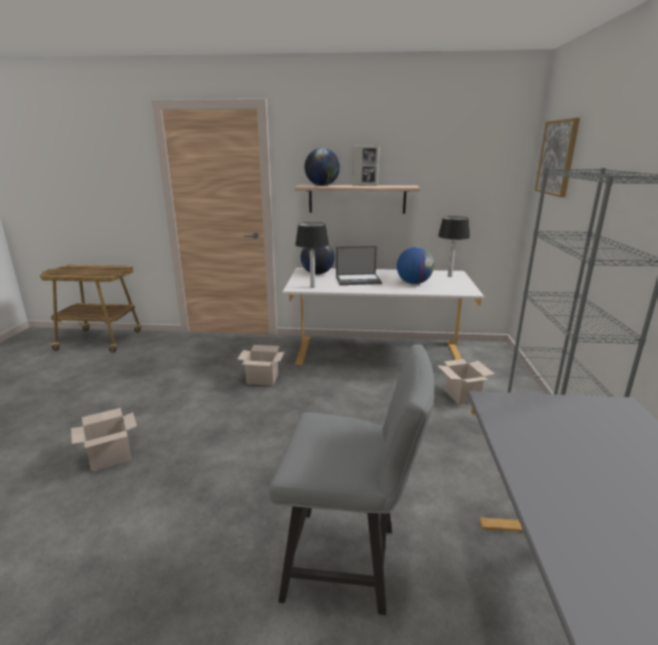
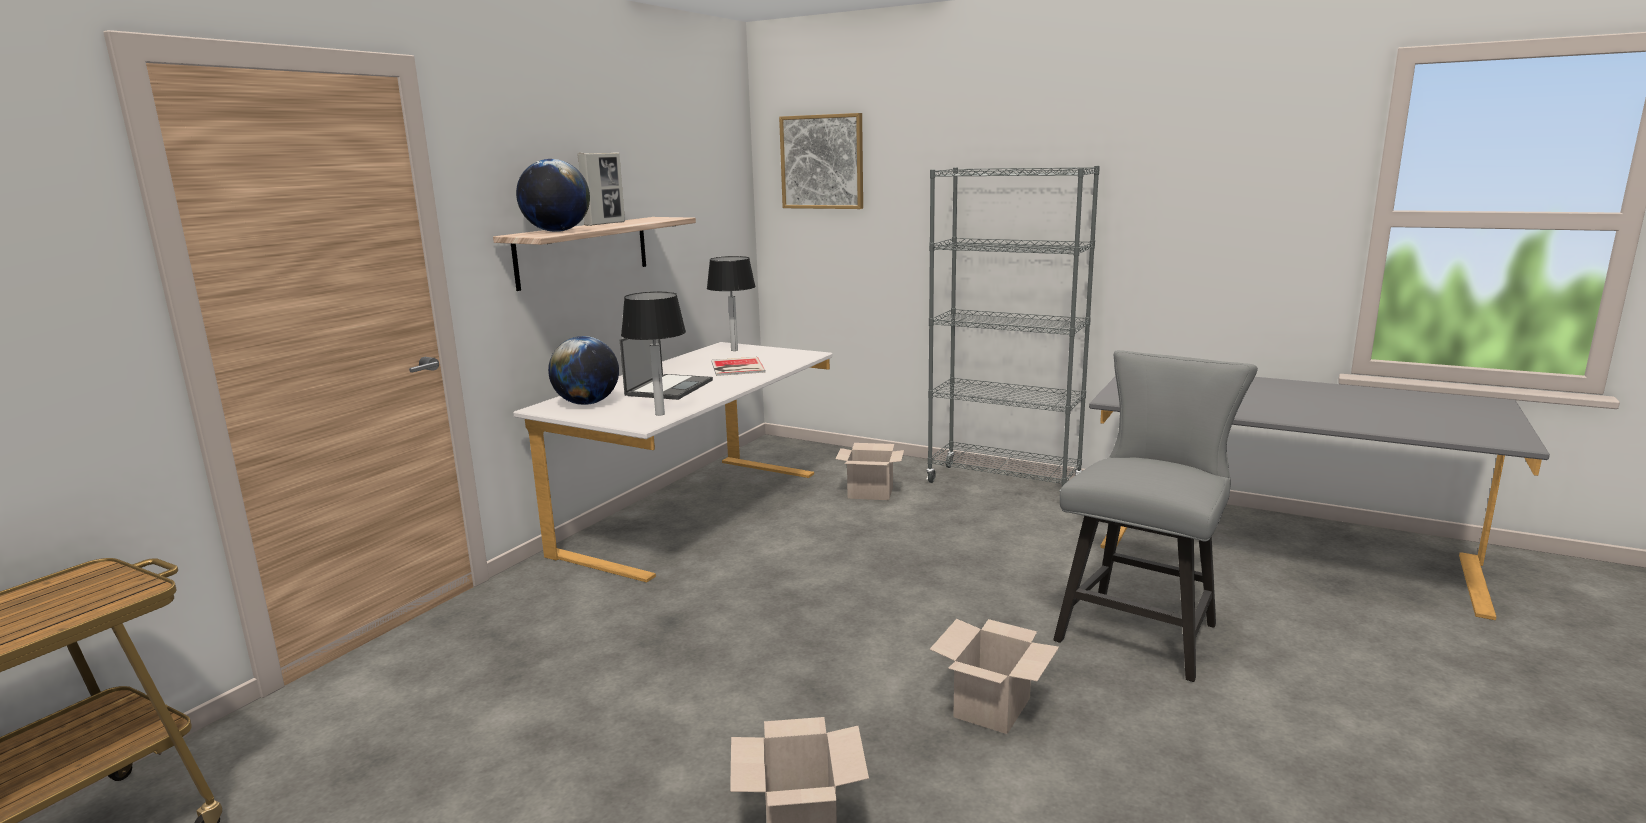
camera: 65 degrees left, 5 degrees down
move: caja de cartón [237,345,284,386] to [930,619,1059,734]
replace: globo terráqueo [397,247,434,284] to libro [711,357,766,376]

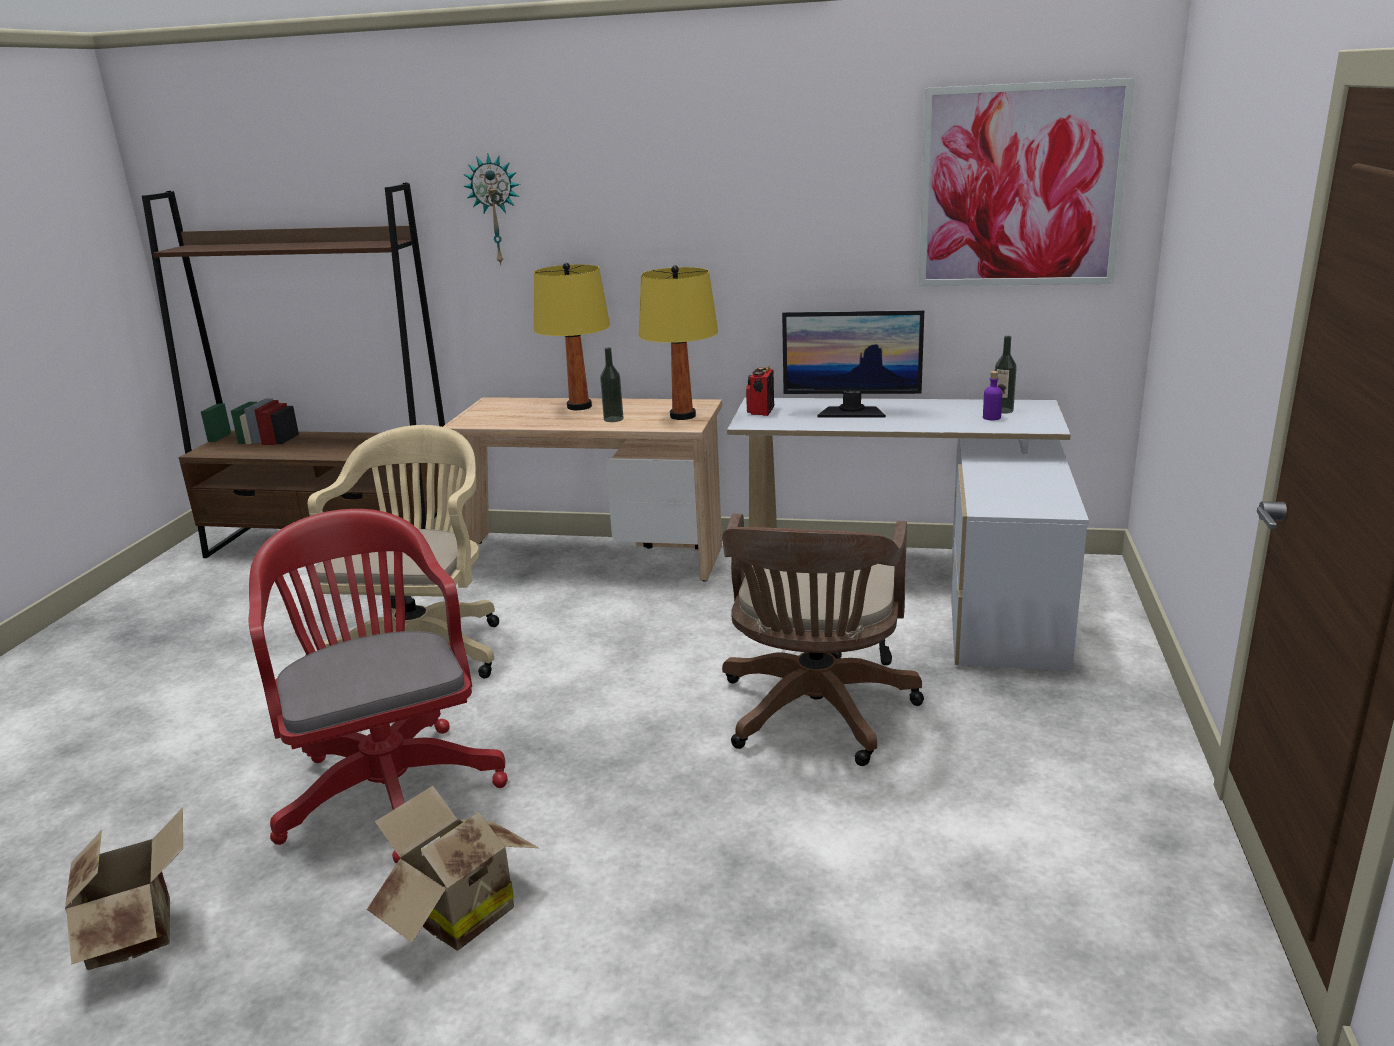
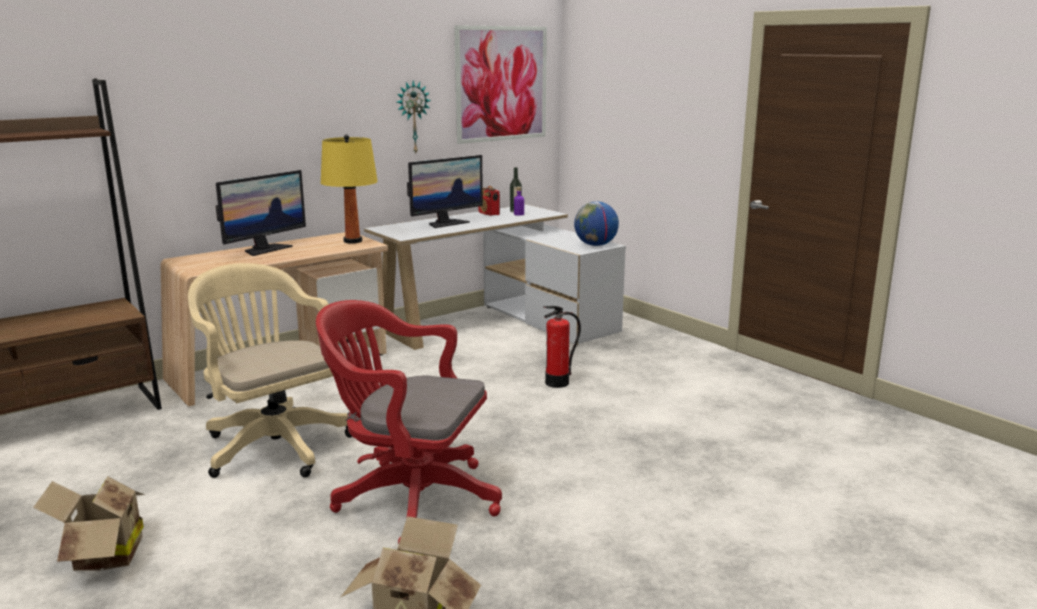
camera: 50 degrees left, 5 degrees down
delete: botella [600,347,623,422]
insert: globo terráqueo [574,201,619,246]
move: caja de cartón [367,785,539,951] to [33,476,145,571]; reloj de pared [463,154,520,266] to [397,80,431,153]; radio [746,366,774,416] to [478,186,500,216]
replace: lámpara de mesa/amarillo [534,263,610,410] to monitor [216,170,306,256]; silla de oficina/marrón [722,513,924,766] to extintor [543,306,581,388]

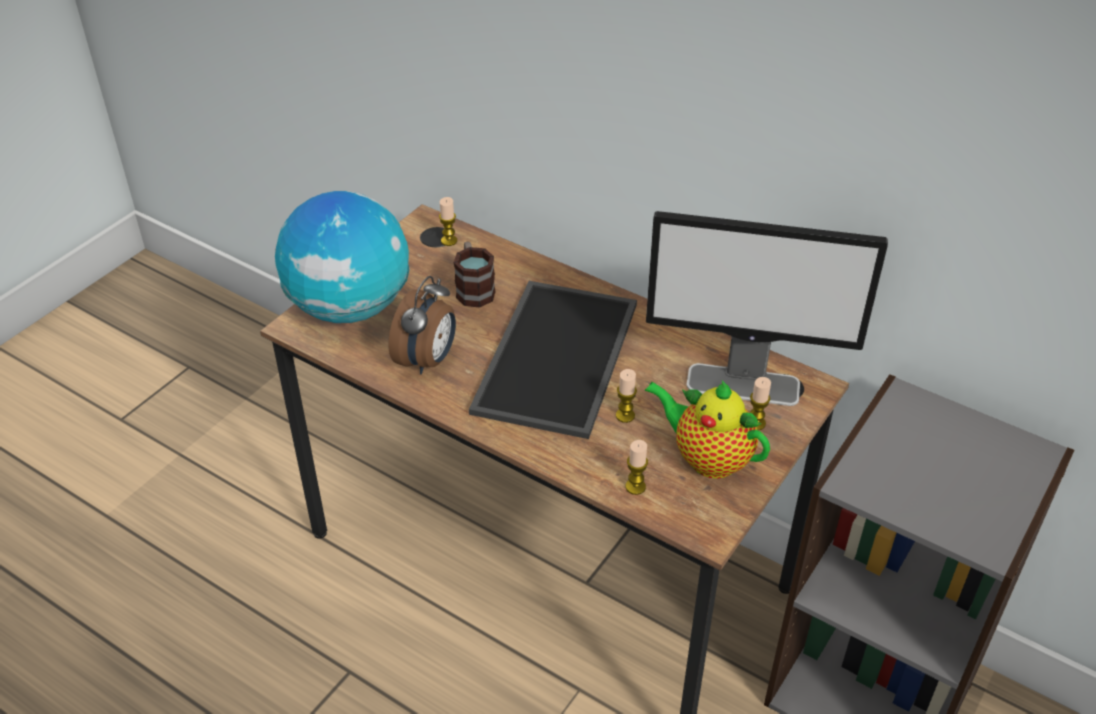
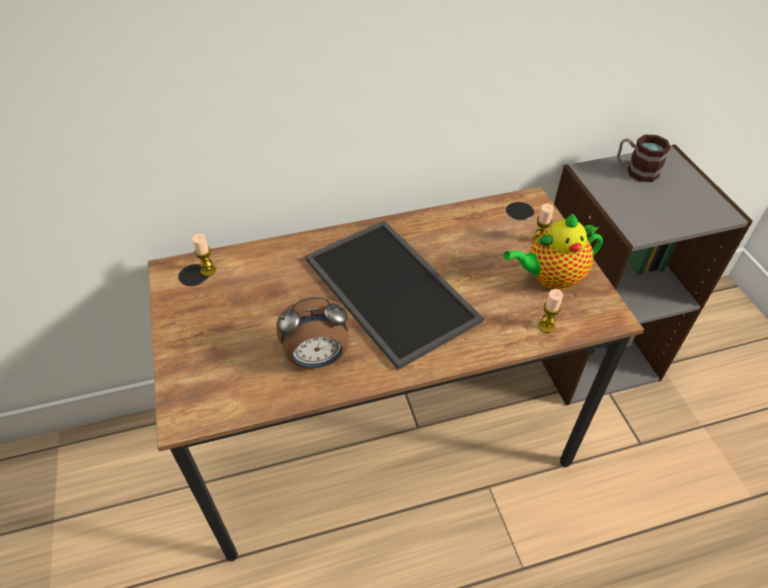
camera: 50 degrees left, 5 degrees up
delete: globo terráqueo [275,191,409,323]; vela [616,369,637,423]; monitor [646,211,888,406]
move: taza grande [454,241,496,307] to [617,135,671,182]
rotate: despertador [388,276,456,374] = [276,297,349,368] 105 degrees clockwise

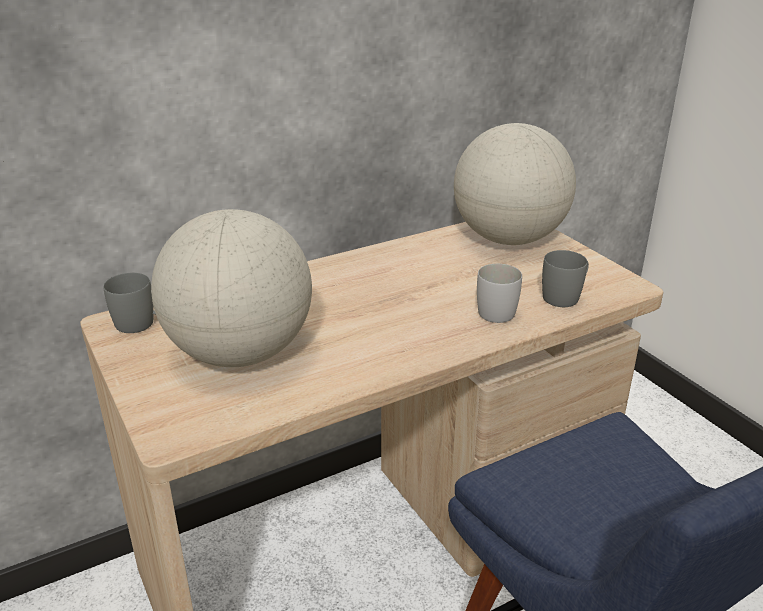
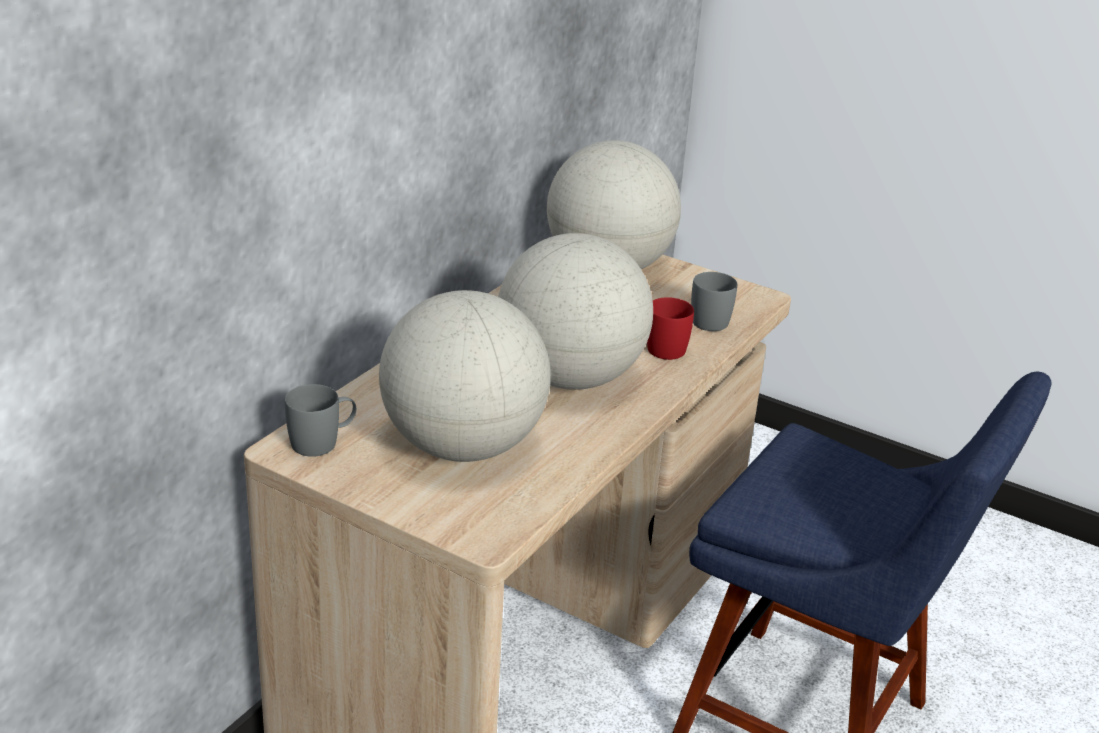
camera: 30 degrees left, 0 degrees up
insert: globo terráqueo [498,233,653,390]
recolor: taza grande/blanco [477,264,522,323] to taza grande/rojo [647,297,694,360]

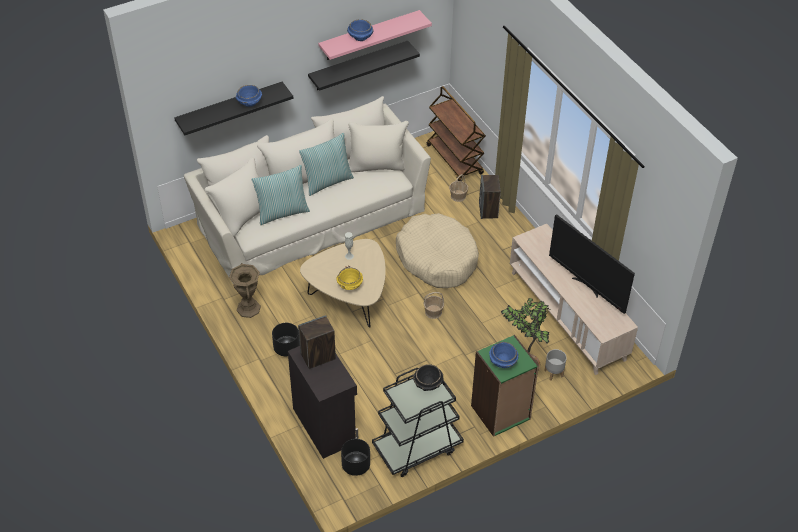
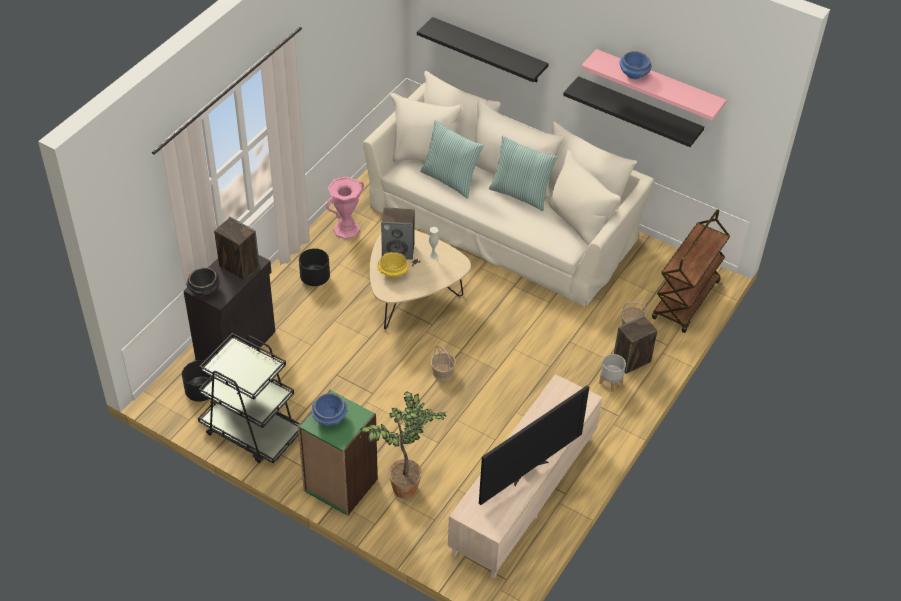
camera: 60 degrees right, 0 degrees up
delete: cuenco/azul [236,85,262,107]; cama para perro/beis [396,213,479,288]
insert: altavoz [381,207,415,259]
move: cuenco/negro [413,364,444,391] to [187,267,221,296]; maceta/gris [544,349,567,381] to [599,354,626,392]
recolor: florero/marrón [229,263,261,318] to florero/rosa [326,176,364,239]
rotate: televisor [549,214,635,314] = [479,385,589,505] 150 degrees counterclockwise

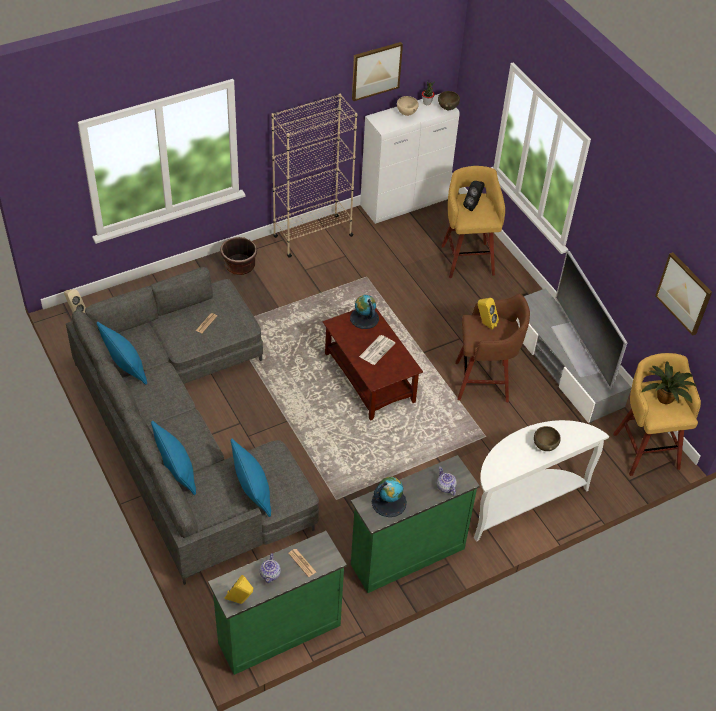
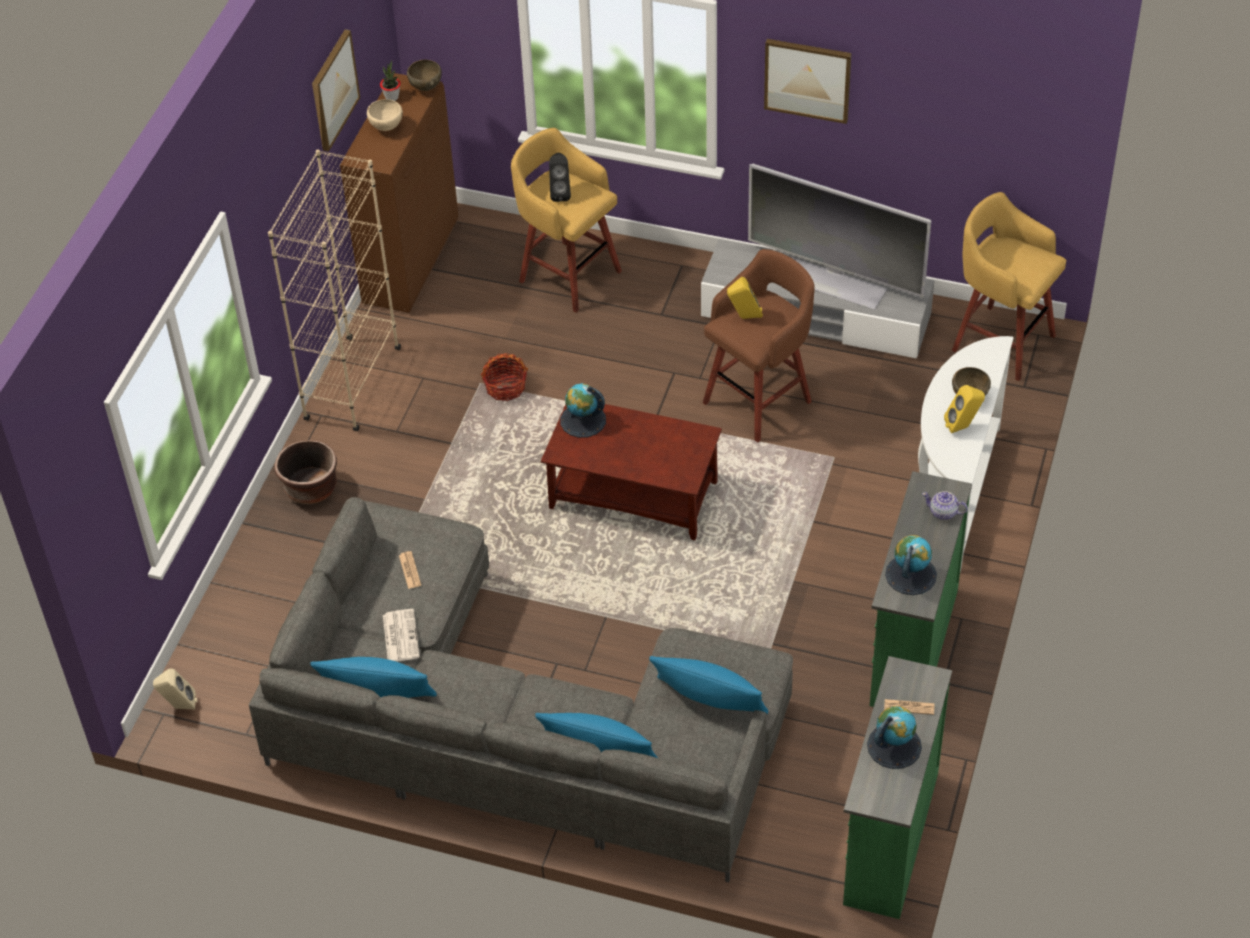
camera: 40 degrees left, 0 degrees up
delete: planta en maceta [642,361,696,404]
insert: cesta [481,353,528,401]
move: altavoz/amarillo [225,575,253,604] to [944,385,985,433]; periódico [359,335,395,365] to [383,609,420,662]; cuadro [655,252,712,336] to [764,39,852,124]
replace: tetera [260,553,281,583] to globo terráqueo [867,706,922,769]
recolor: armario/blanco [360,94,459,224] to armario/marrón [340,73,458,313]

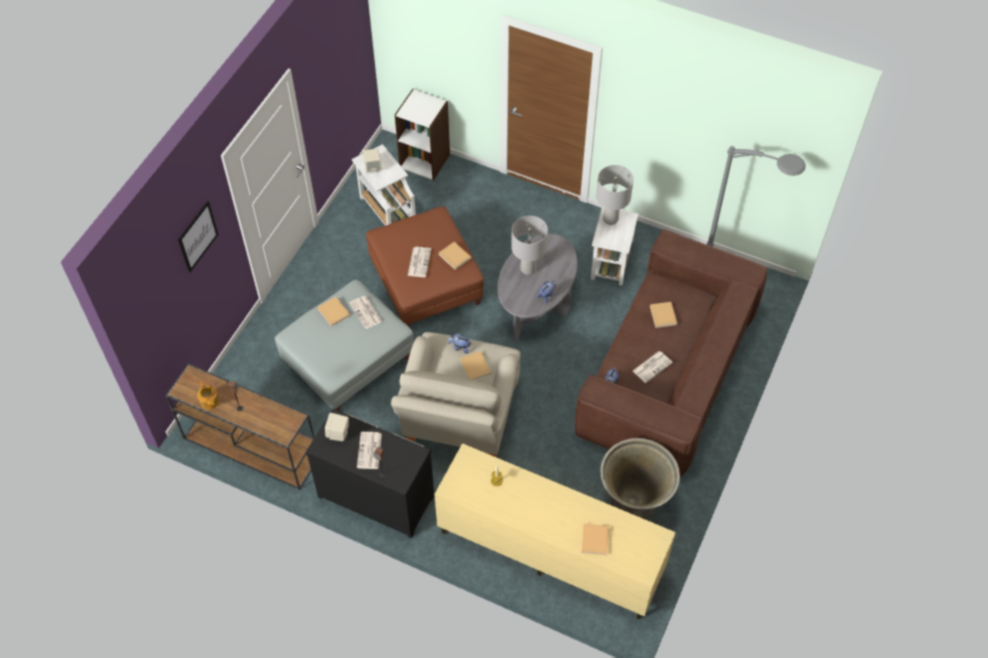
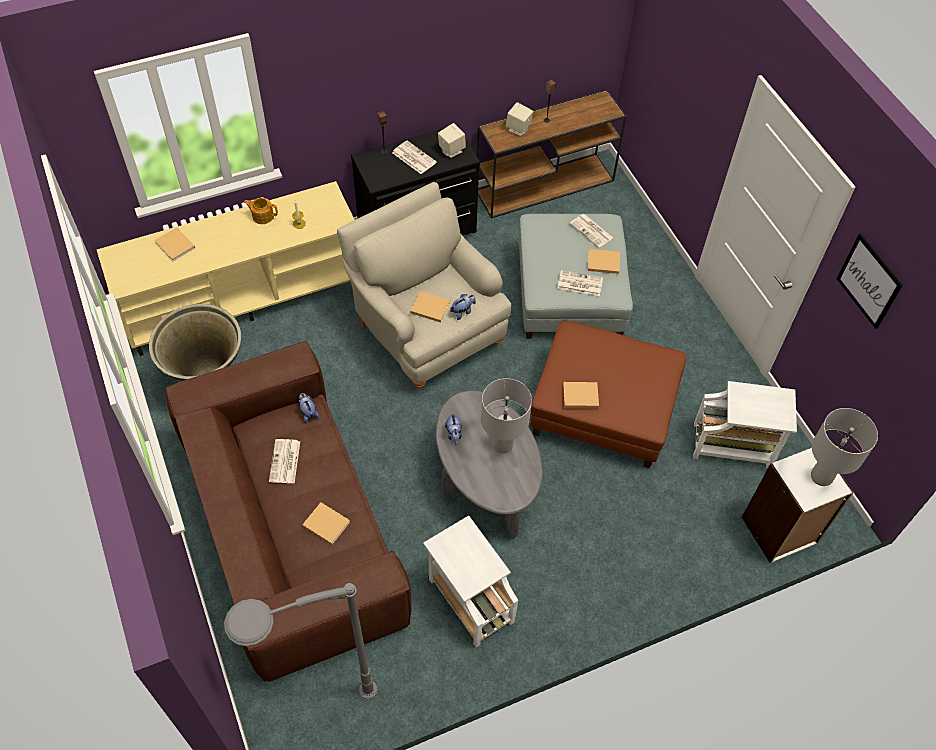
camera: 130 degrees right, 0 degrees up
move: cuadro [178,201,218,272] to [837,234,903,329]; tetera [197,381,220,409] to [244,198,278,224]; altavoz/beis [363,148,382,174] to [506,102,533,136]; periódico [408,247,431,277] to [570,214,613,248]; lámpara de mesa/gris [596,165,634,225] to [811,408,878,486]

